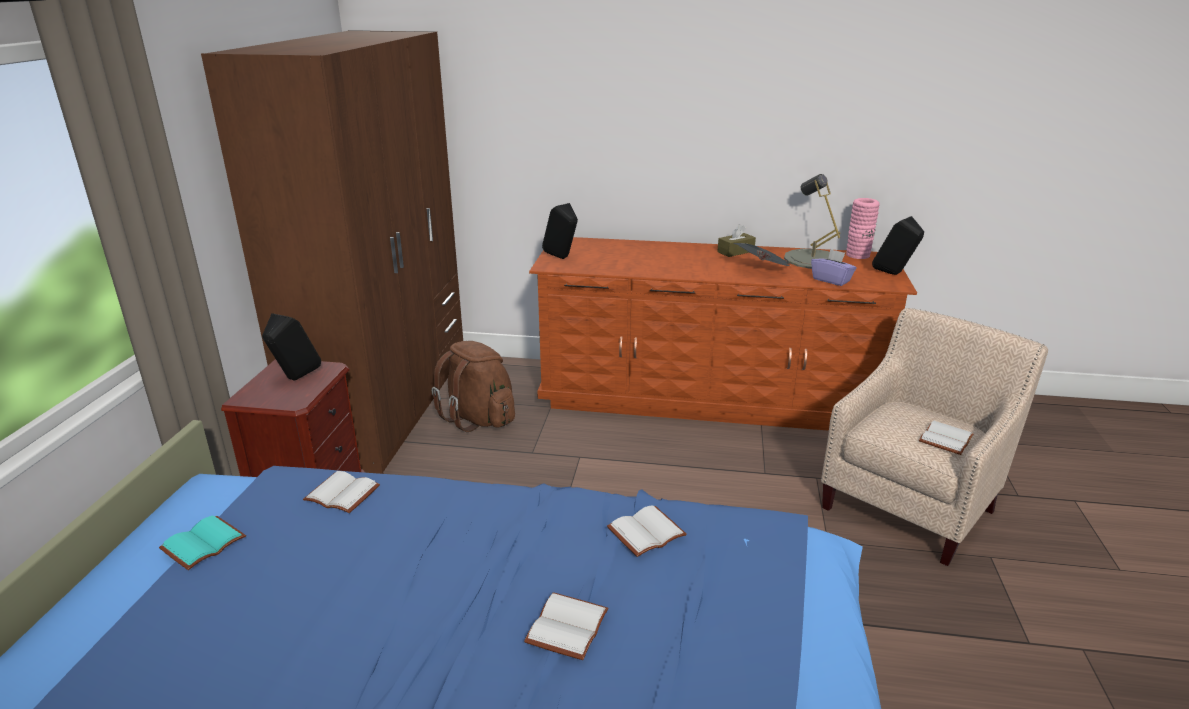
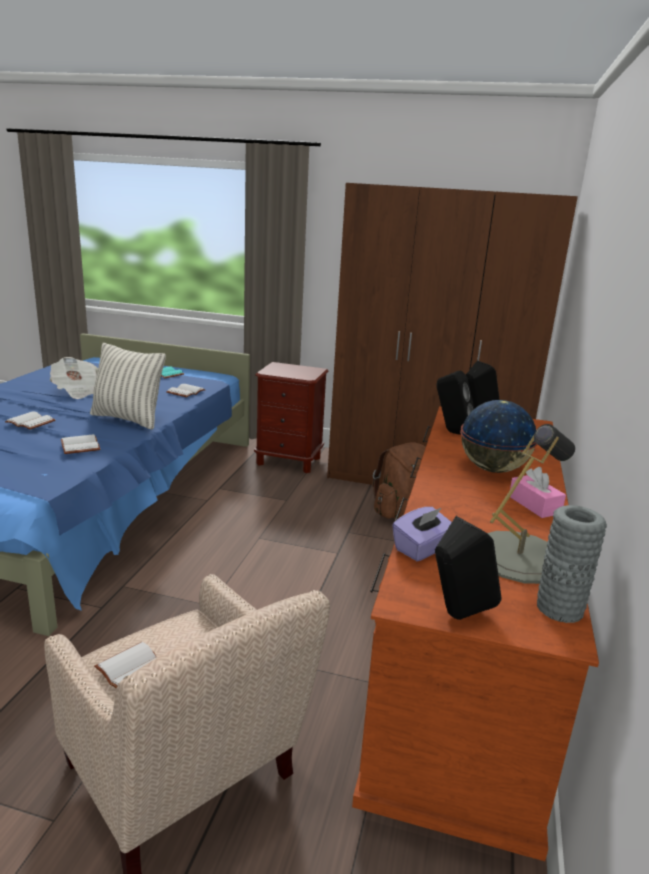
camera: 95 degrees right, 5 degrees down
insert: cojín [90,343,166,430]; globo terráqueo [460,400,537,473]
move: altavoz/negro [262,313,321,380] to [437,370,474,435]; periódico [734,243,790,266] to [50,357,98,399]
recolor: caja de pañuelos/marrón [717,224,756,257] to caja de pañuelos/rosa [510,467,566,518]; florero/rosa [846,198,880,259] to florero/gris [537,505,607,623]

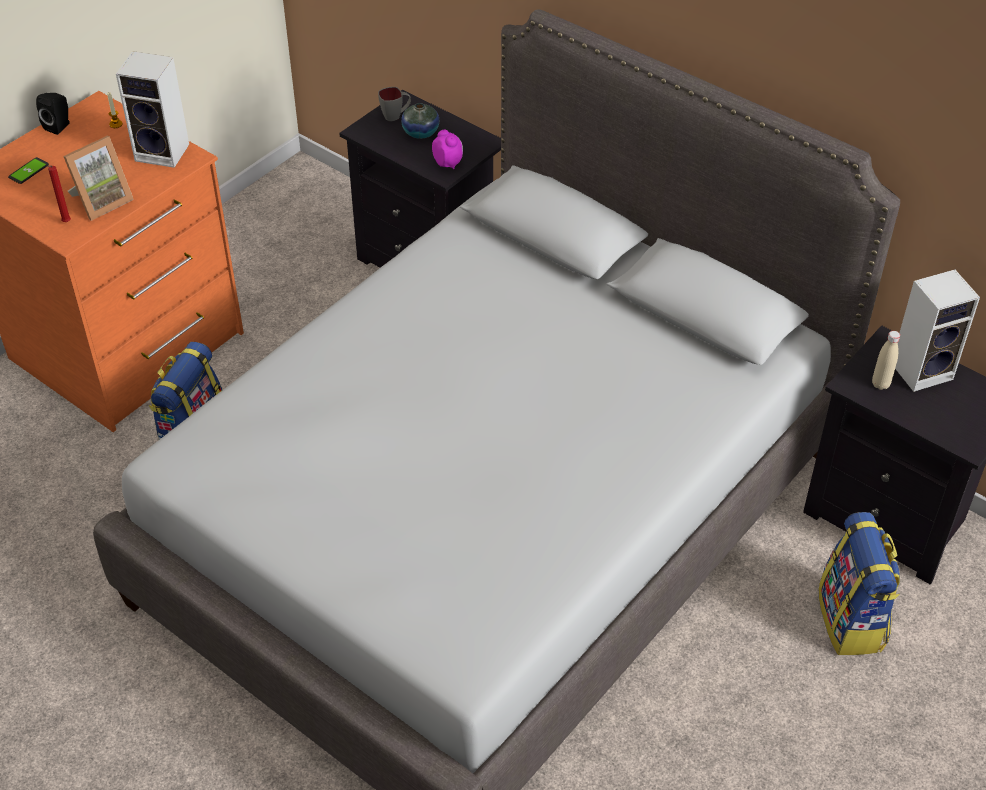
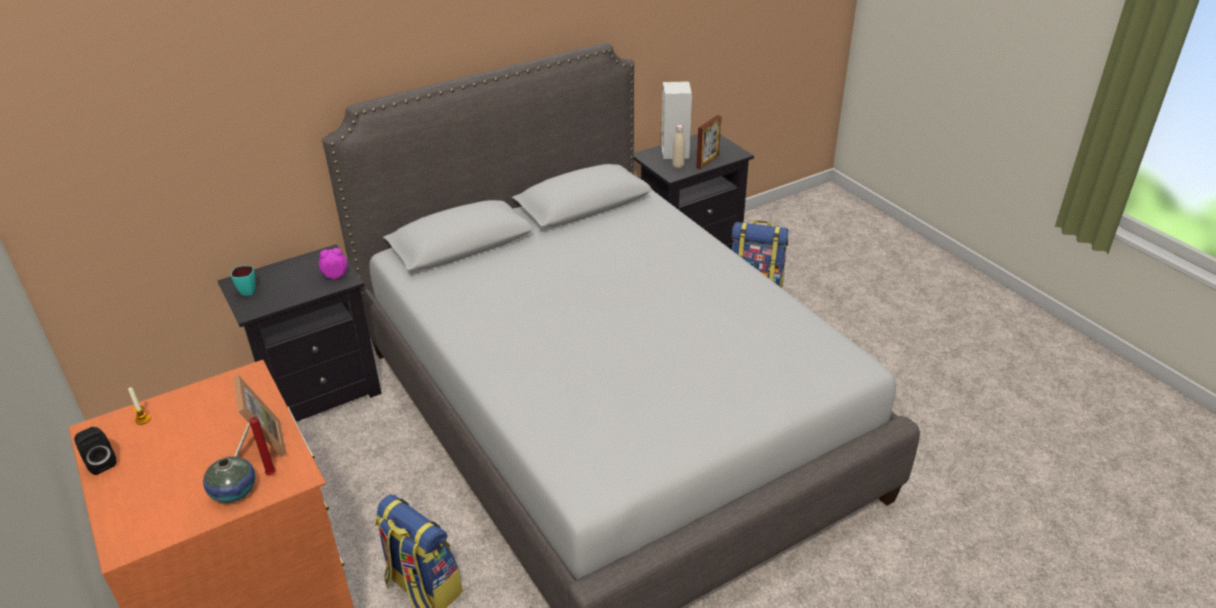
camera: 70 degrees left, 10 degrees down
delete: móvil [8,157,49,184]; altavoz [116,51,189,168]
insert: portarretratos [696,115,722,169]
move: florero [401,103,439,139] to [203,456,255,503]
recolor: taza grande/gris [378,87,411,121] to taza grande/turquesa [231,266,255,296]

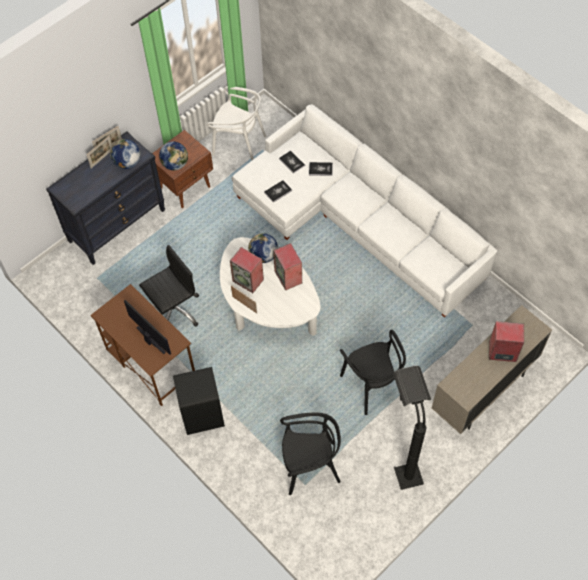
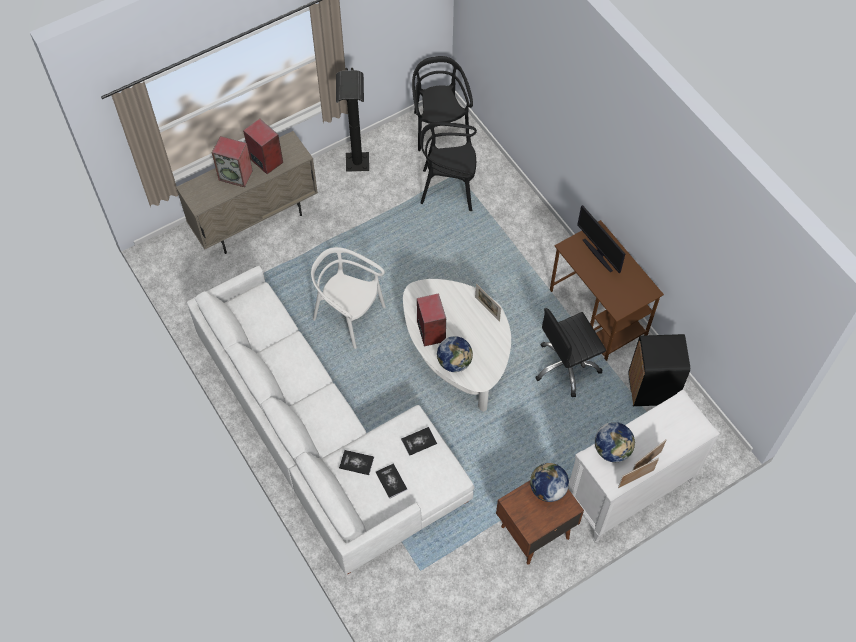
camera: 170 degrees left, 0 degrees up
move: papelera/negro [173,367,225,435] to [628,334,690,406]; silla/blanco [207,86,266,160] to [311,247,386,349]; altavoz [230,247,264,293] to [243,119,283,174]; silla/negro [340,330,406,415] to [412,56,473,151]
recolor: cómoda/negro [46,131,165,265] to cómoda/blanco [568,389,720,543]

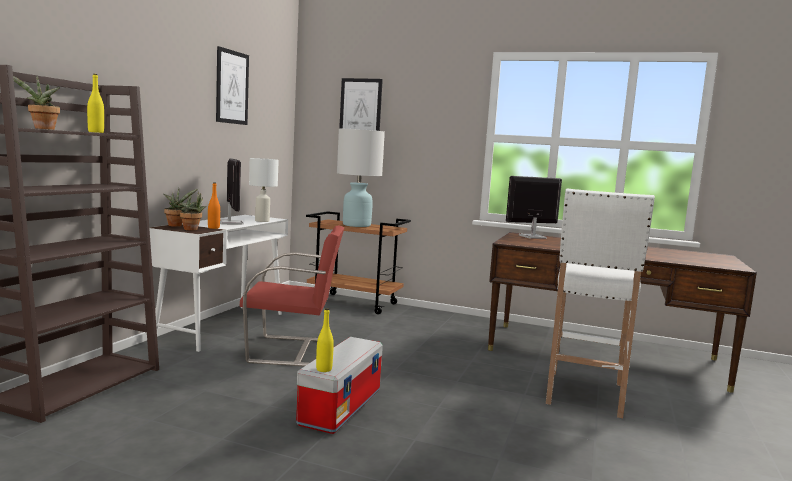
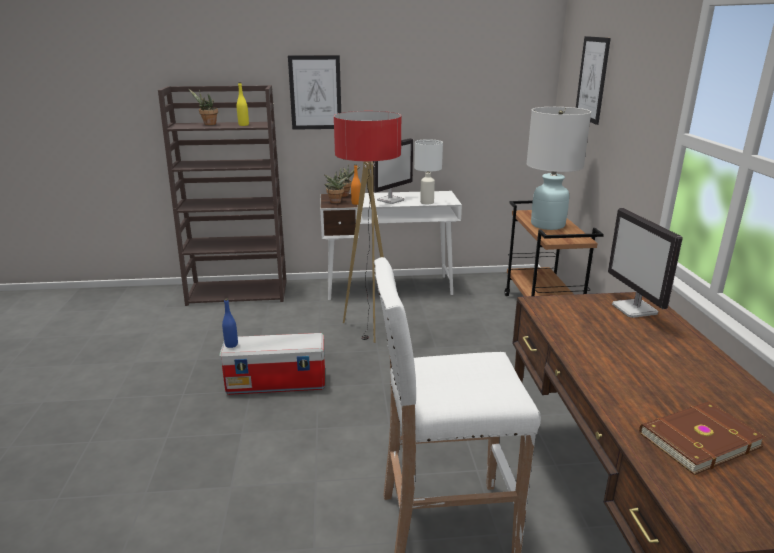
camera: 65 degrees right, 15 degrees up
insert: libro/marrón [639,401,766,475]
move: cuadro [216,46,249,125] to [288,55,341,130]
replace: silla/rojo [240,225,345,366] to lámpara de pie [334,111,401,343]
recolor: botella/amarillo [316,308,334,372] to botella/azul [222,298,238,348]
rotate: monitor [506,176,562,239] = [608,208,683,318] 150 degrees counterclockwise

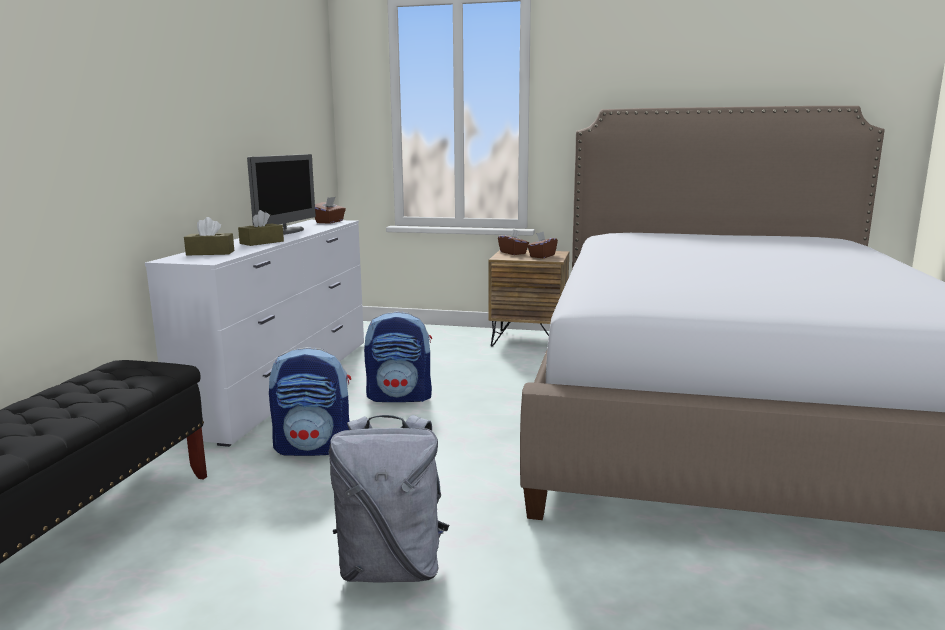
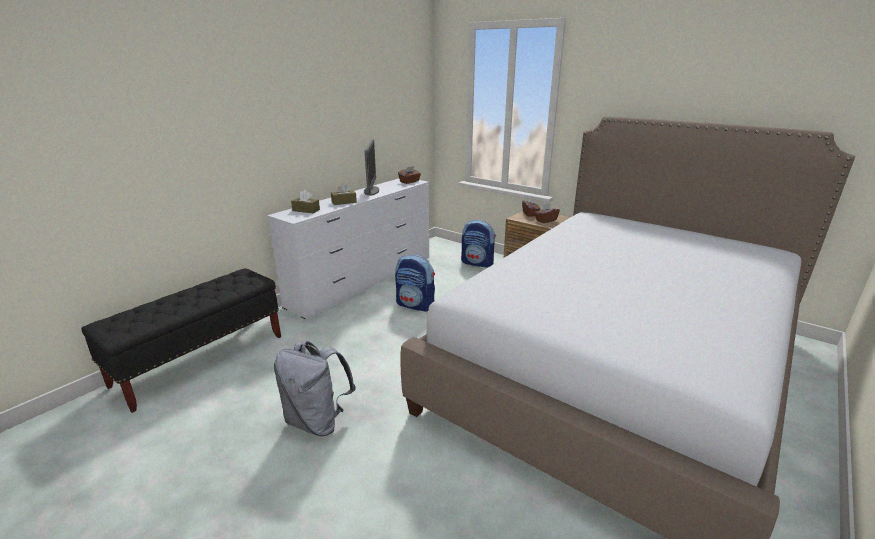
camera: 25 degrees right, 10 degrees up
move: mochila [269,347,351,456] to [461,220,496,268]
rotate: monitor [247,154,316,235] = [364,139,379,196] 45 degrees counterclockwise

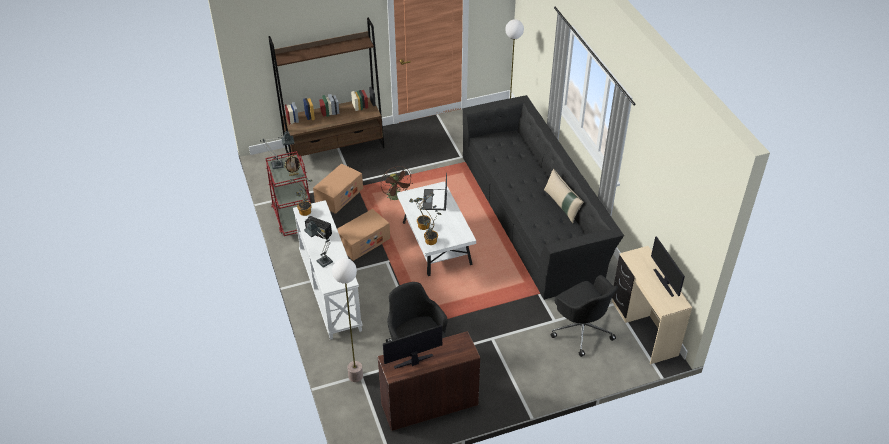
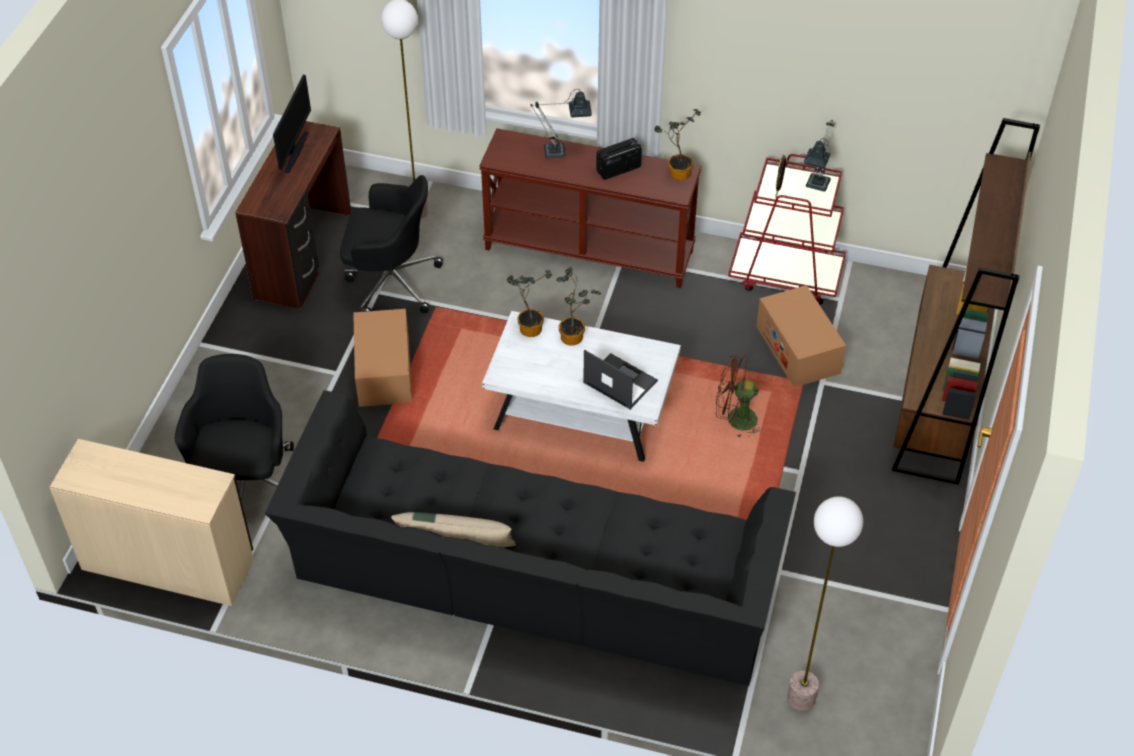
camera: 125 degrees right, 5 degrees up
delete: monitor [651,237,685,297]
move: caja de cartón [337,209,390,261] to [353,309,412,407]
recolor: mesa consola/blanco [293,200,363,340] to mesa consola/marrón [479,128,701,288]
rotate: silla de oficina/negro [551,275,618,357] = [175,354,294,501] 90 degrees clockwise

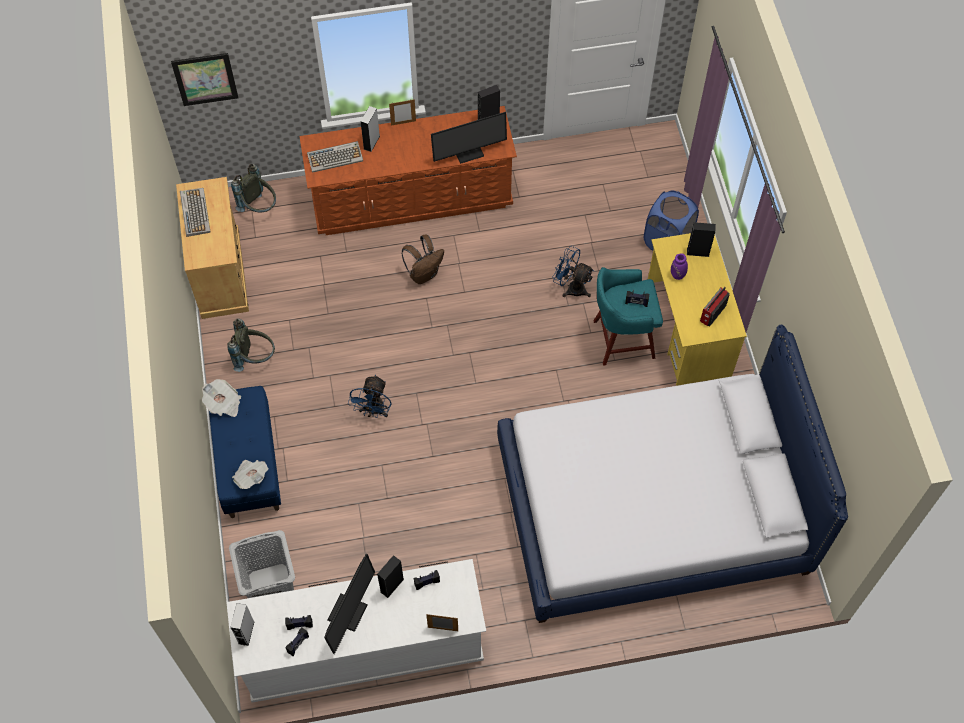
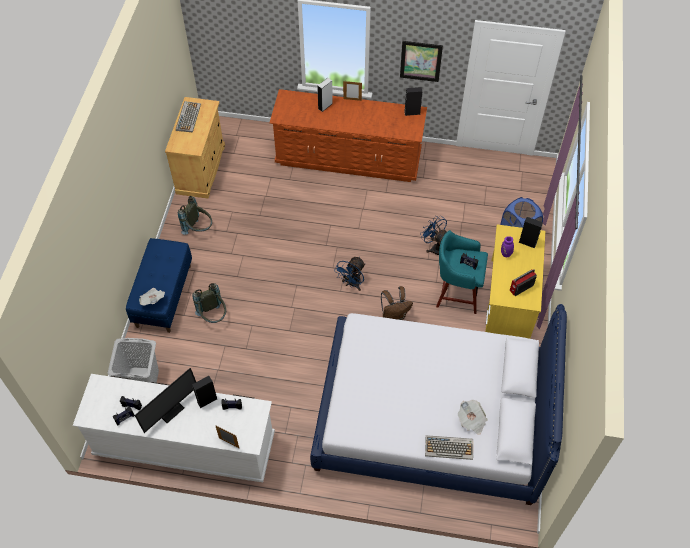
camera: 20 degrees right, 5 degrees down
delete: altavoz/gris [230,603,255,646]; monitor [431,112,507,164]
move: cuadro [171,53,238,106] to [400,41,443,82]; periódico [202,379,241,417] to [458,400,488,435]; mochila/gris [231,164,276,213] to [192,283,226,323]; teclado [307,141,363,173] to [425,435,473,460]; ventilador/azul [348,375,392,418] to [334,256,366,291]; mochila/marrón [401,234,444,284] to [381,286,413,320]

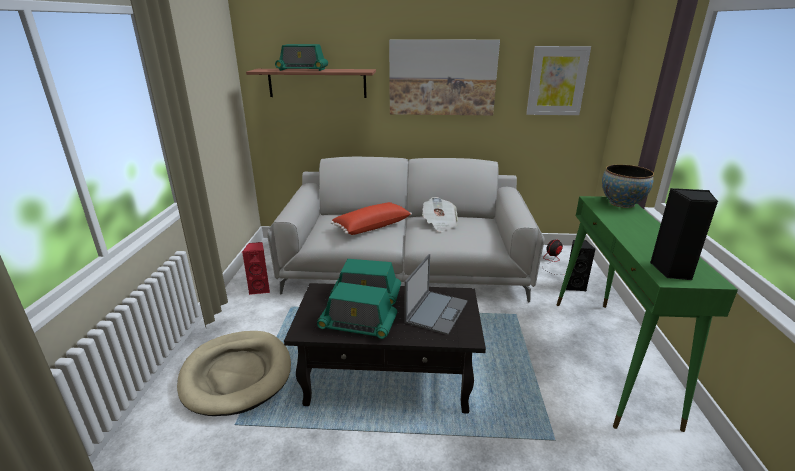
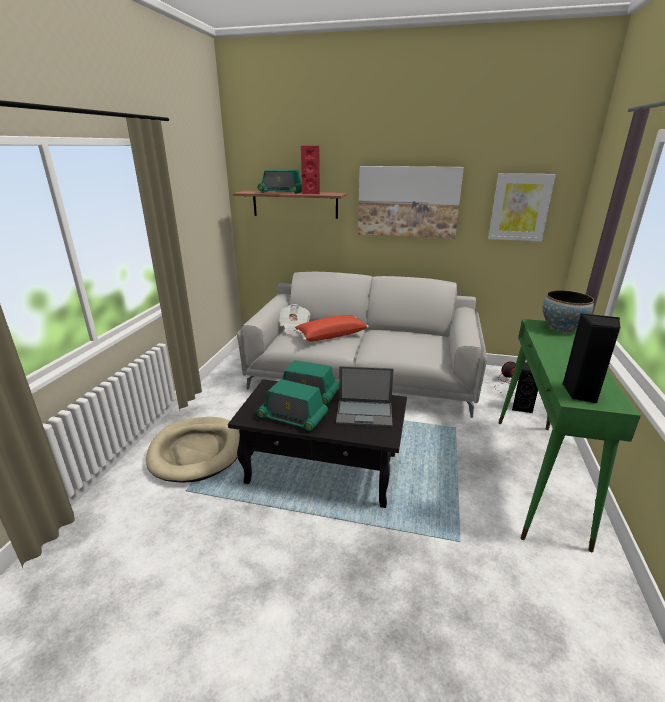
camera: 10 degrees right, 0 degrees up
move: altavoz/rojo [242,242,270,295] to [301,146,320,194]; periódico [422,197,458,232] to [279,304,310,334]
rotate: portátil [404,254,468,335] = [336,366,394,427] 60 degrees clockwise

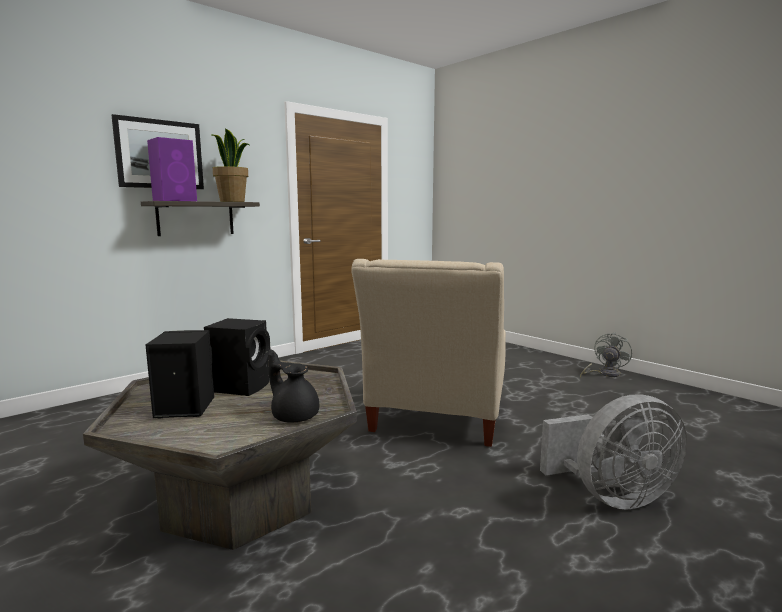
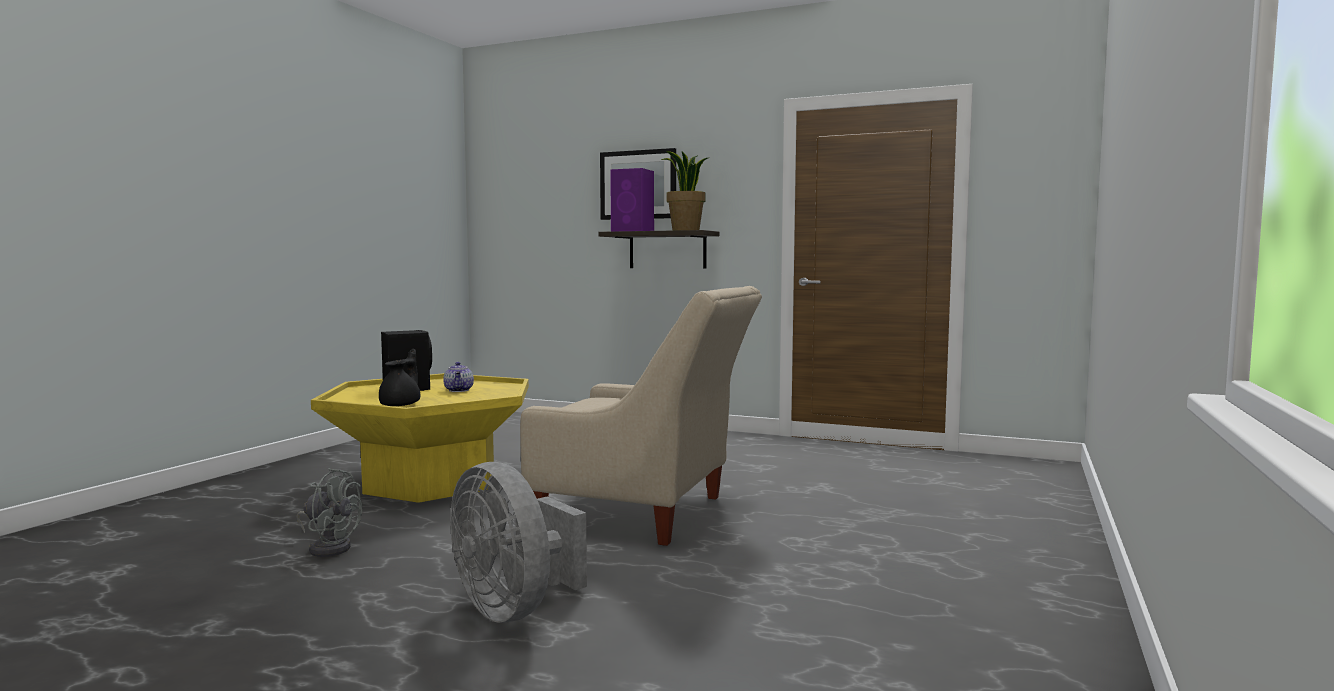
camera: 65 degrees right, 5 degrees down
move: ventilador/gris [580,332,632,377] to [297,468,362,557]
replace: altavoz/negro [204,318,270,396] to tetera [443,362,474,392]
recolor: mesa de centro/gris [83,361,357,550] to mesa de centro/amarillo [311,373,529,503]
rotate: sillón/beis [351,259,506,447] = [520,286,762,546] 150 degrees counterclockwise

